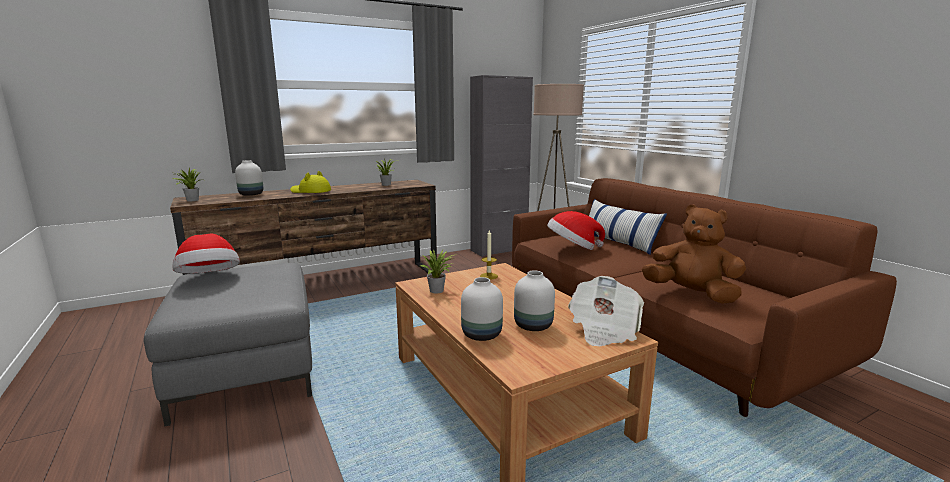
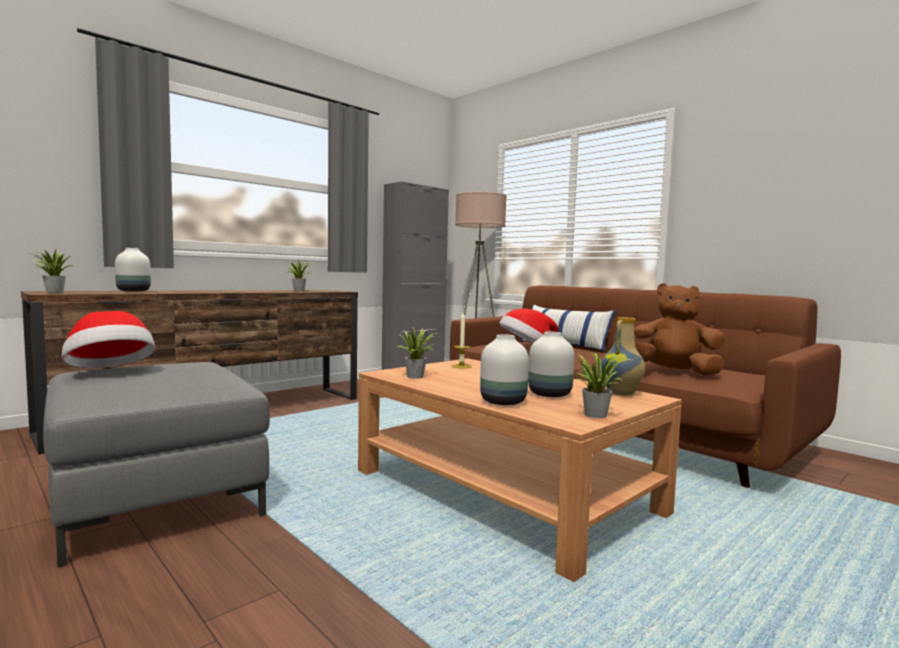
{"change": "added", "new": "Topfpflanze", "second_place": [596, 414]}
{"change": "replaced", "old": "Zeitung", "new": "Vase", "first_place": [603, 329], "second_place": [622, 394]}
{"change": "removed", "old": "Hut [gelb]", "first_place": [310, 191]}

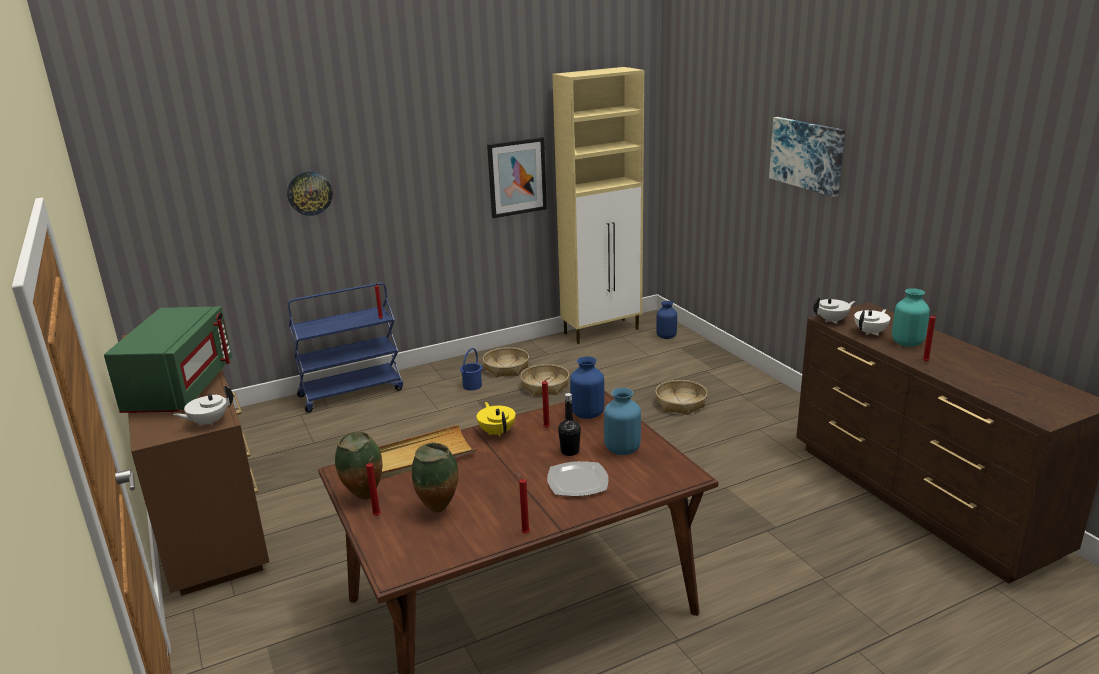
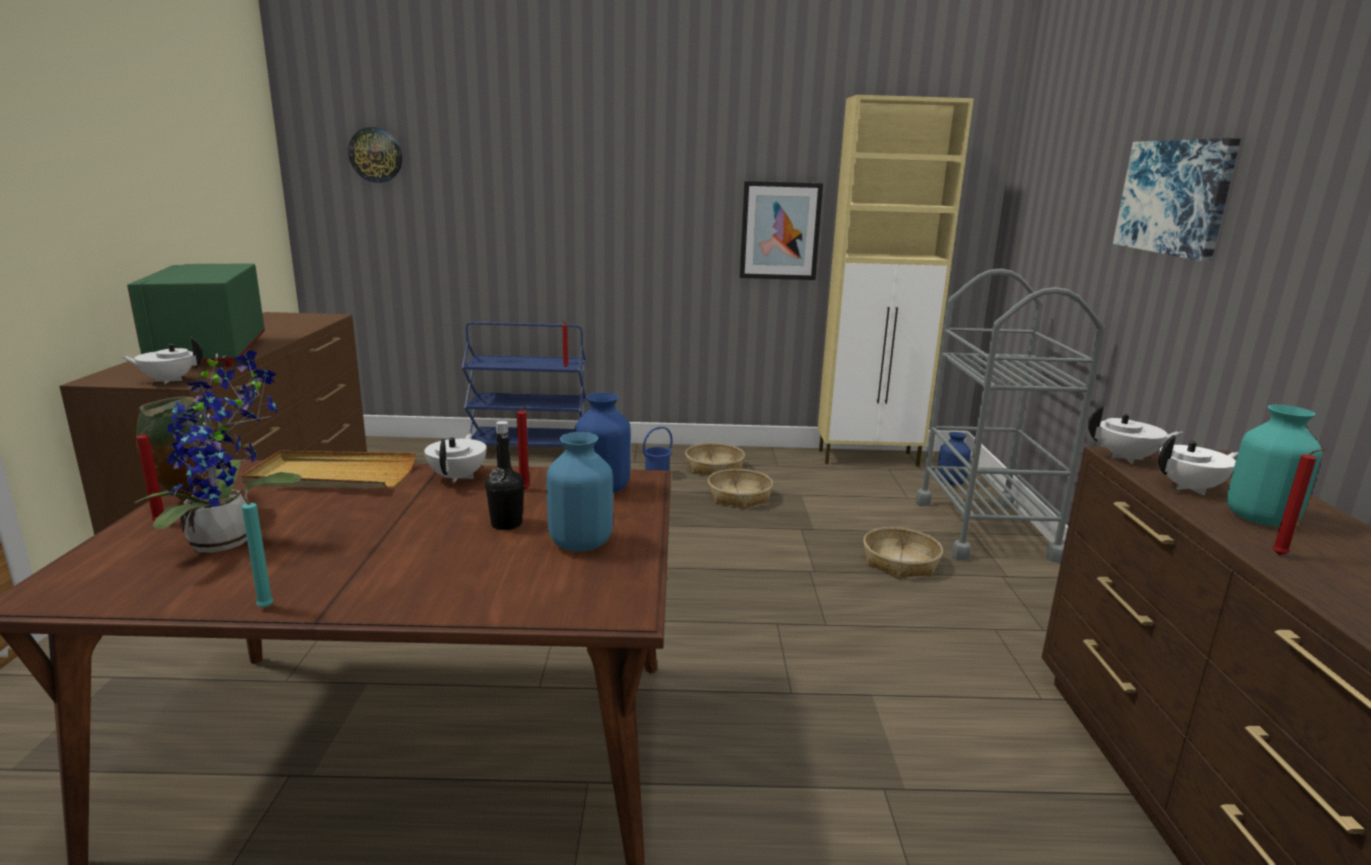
{"change": "turned", "old": "Mikrowelle [grün]", "first_place": [179, 389], "second_place": [211, 352], "degrees": 135}
{"change": "replaced", "old": "Vase", "new": "Topfpflanze", "first_place": [439, 510], "second_place": [230, 541]}
{"change": "recoloured", "old": "Kerze [rot]", "new": "Kerze [türkis]", "first_place": [524, 533], "second_place": [265, 606]}
{"change": "moved", "old": "Wanduhr", "first_place": [309, 193], "second_place": [376, 155]}
{"change": "recoloured", "old": "Teekanne [gelb]", "new": "Teekanne [weiß]", "first_place": [497, 432], "second_place": [458, 477]}
{"change": "added", "new": "Rollwagen [grau]", "second_place": [984, 529]}
{"change": "removed", "old": "Teller", "first_place": [578, 481]}

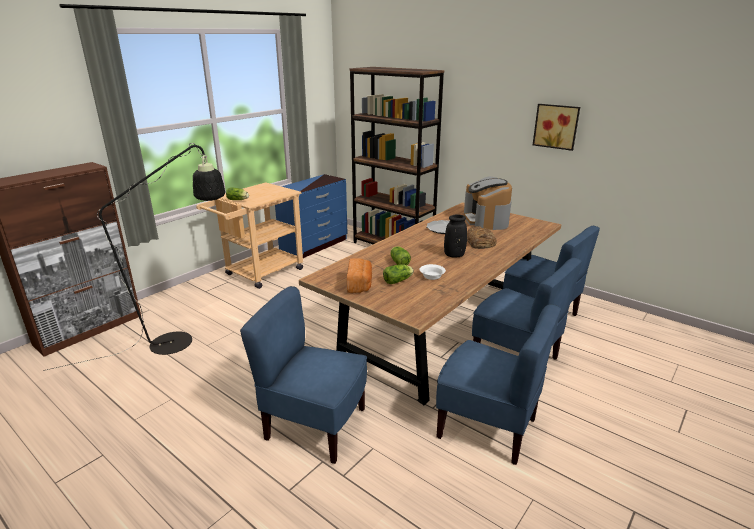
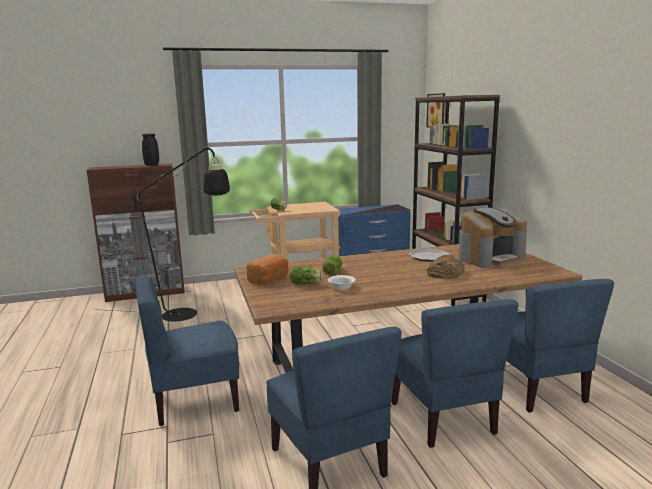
{"change": "turned", "old": "Stuhl [blau]", "first_place": [315, 426], "second_place": [194, 400], "degrees": -75}
{"change": "moved", "old": "Vase [schwarz]", "first_place": [454, 255], "second_place": [152, 165]}
{"change": "moved", "old": "Bild", "first_place": [556, 126], "second_place": [437, 110]}
{"change": "turned", "old": "Kaffeemaschine", "first_place": [486, 220], "second_place": [490, 257], "degrees": -150}

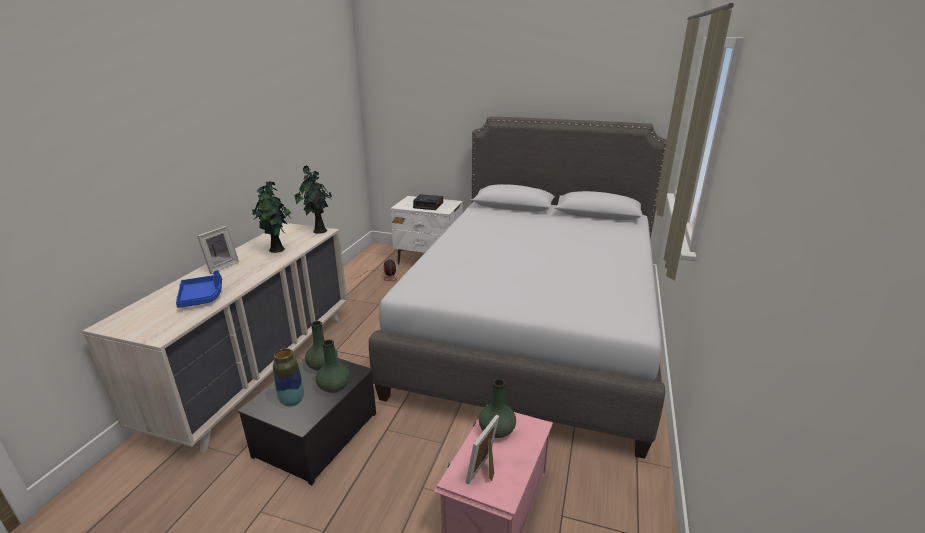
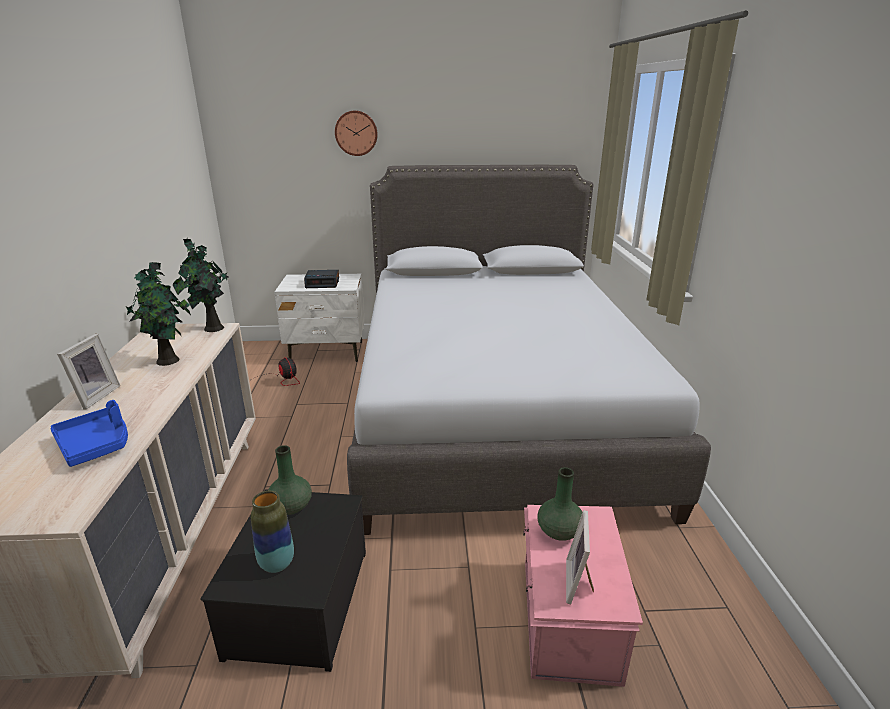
{"change": "added", "new": "Wanduhr", "second_place": [356, 133]}
{"change": "removed", "old": "Vase [grün]", "first_place": [334, 386]}

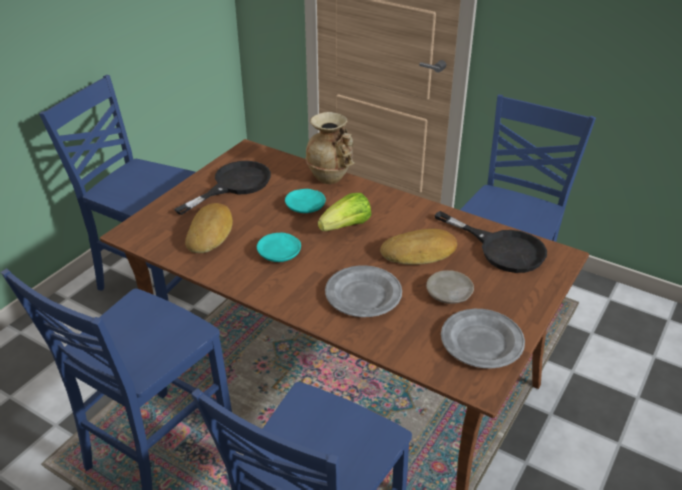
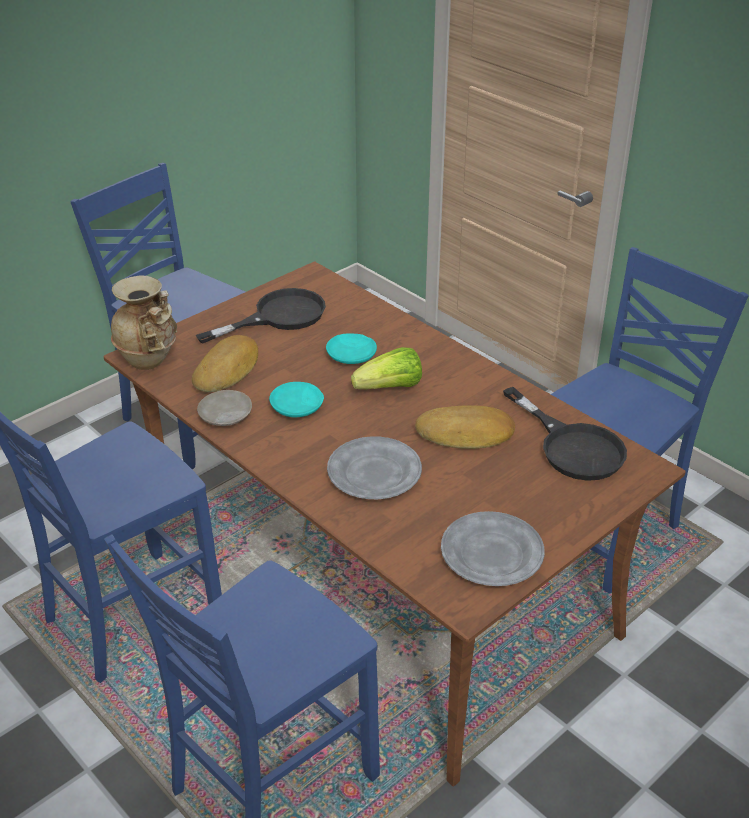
{"change": "moved", "old": "Vase [beige]", "first_place": [331, 177], "second_place": [150, 360]}
{"change": "moved", "old": "Teller [beige]", "first_place": [449, 293], "second_place": [225, 416]}

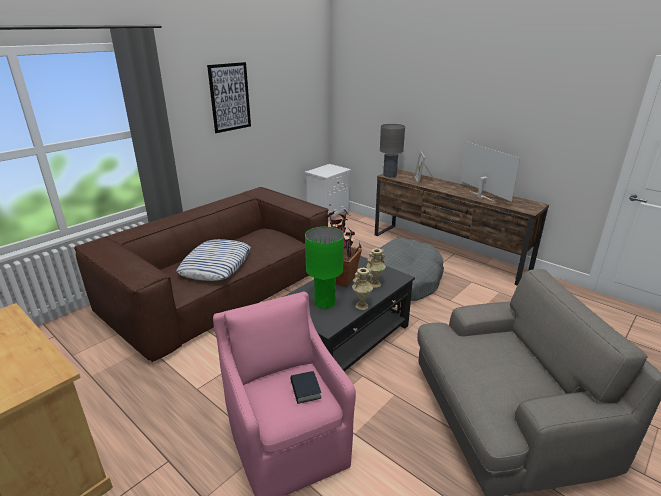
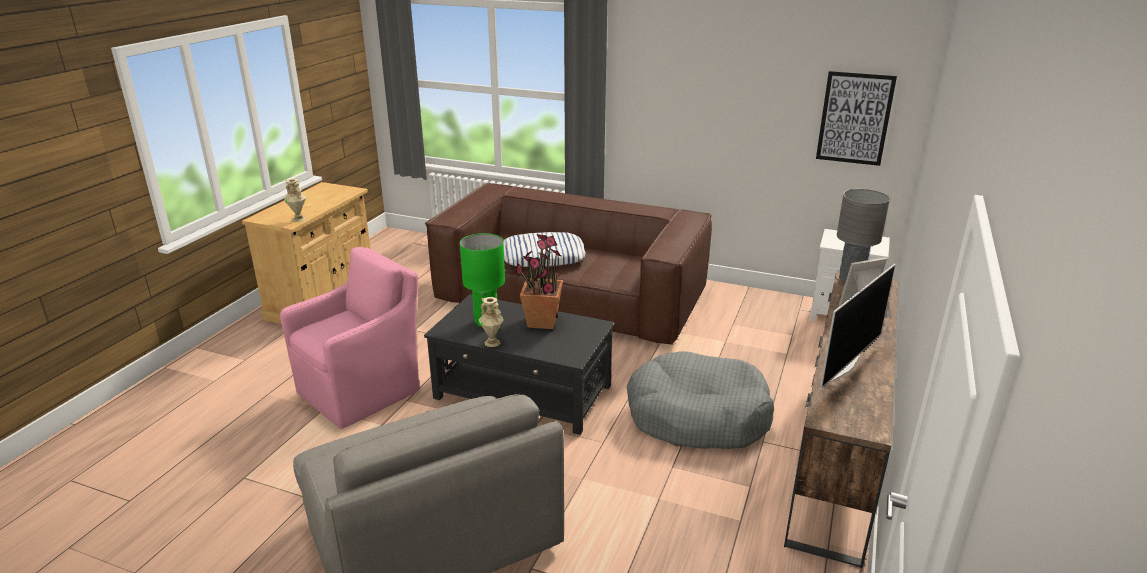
{"change": "moved", "old": "Vase [beige]", "first_place": [375, 284], "second_place": [299, 219]}
{"change": "moved", "old": "Bild", "first_place": [229, 97], "second_place": [854, 118]}
{"change": "removed", "old": "Buch", "first_place": [305, 390]}

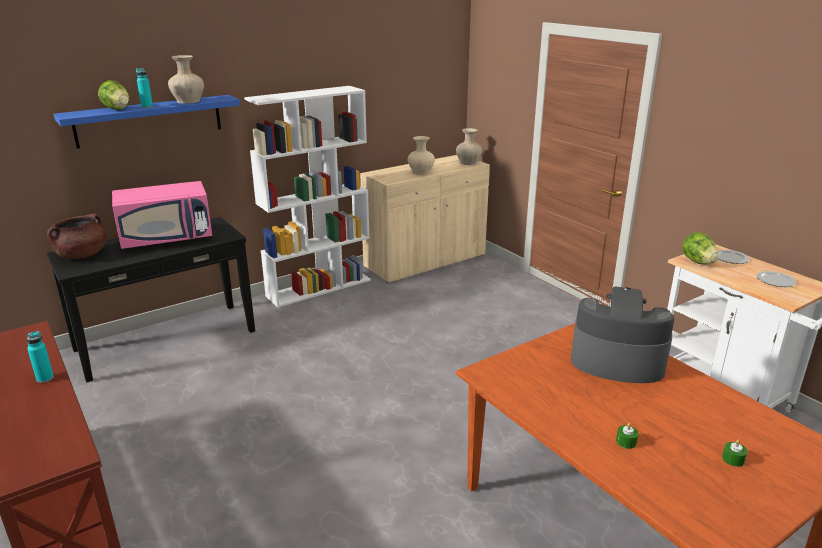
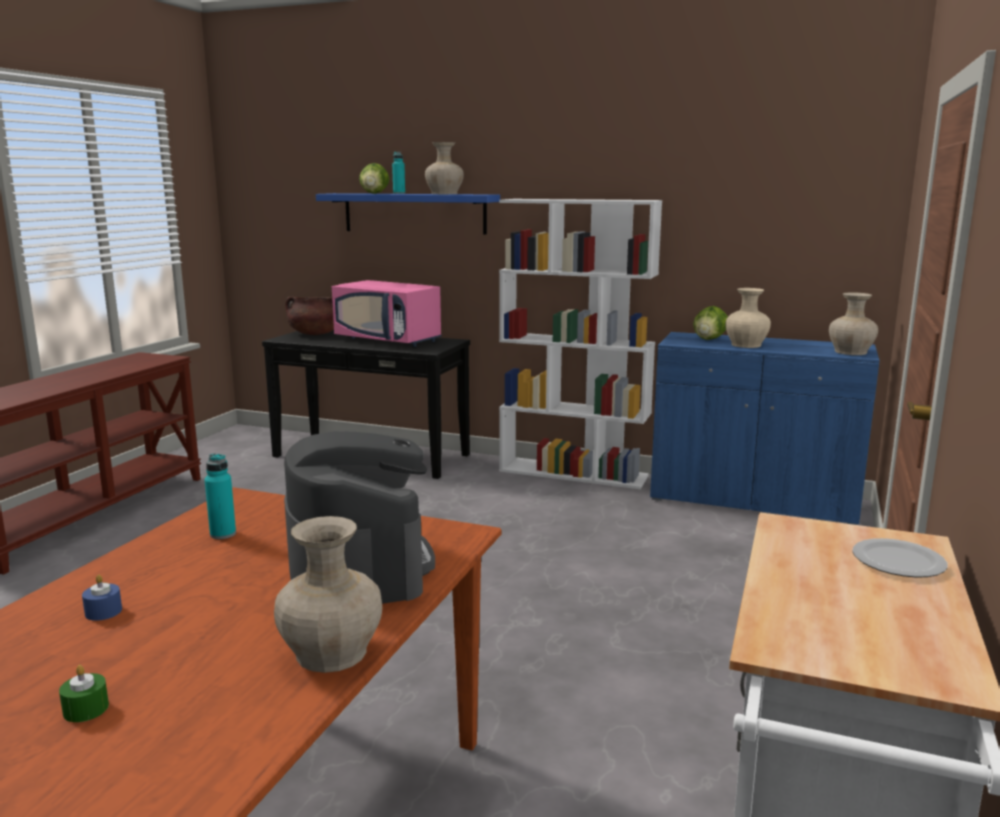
{"change": "recoloured", "old": "Kerze [grün]", "new": "Kerze [blau]", "first_place": [626, 442], "second_place": [103, 611]}
{"change": "moved", "old": "Flasche [türkis]", "first_place": [45, 378], "second_place": [223, 534]}
{"change": "added", "new": "Vase [beige]", "second_place": [330, 652]}
{"change": "recoloured", "old": "Schrank [beige]", "new": "Schrank [blau]", "first_place": [425, 261], "second_place": [753, 500]}
{"change": "moved", "old": "Salatkopf", "first_place": [698, 262], "second_place": [709, 339]}
{"change": "removed", "old": "Teller", "first_place": [775, 281]}

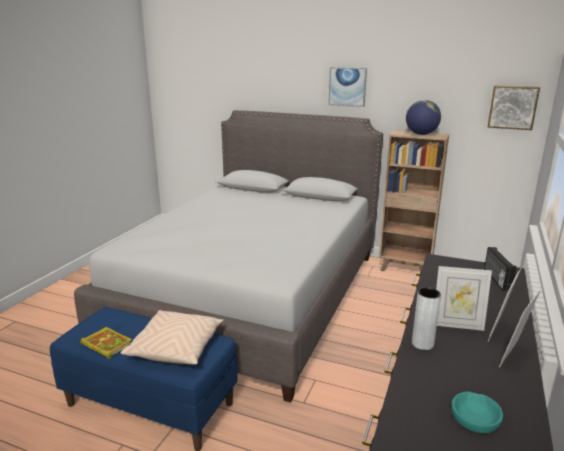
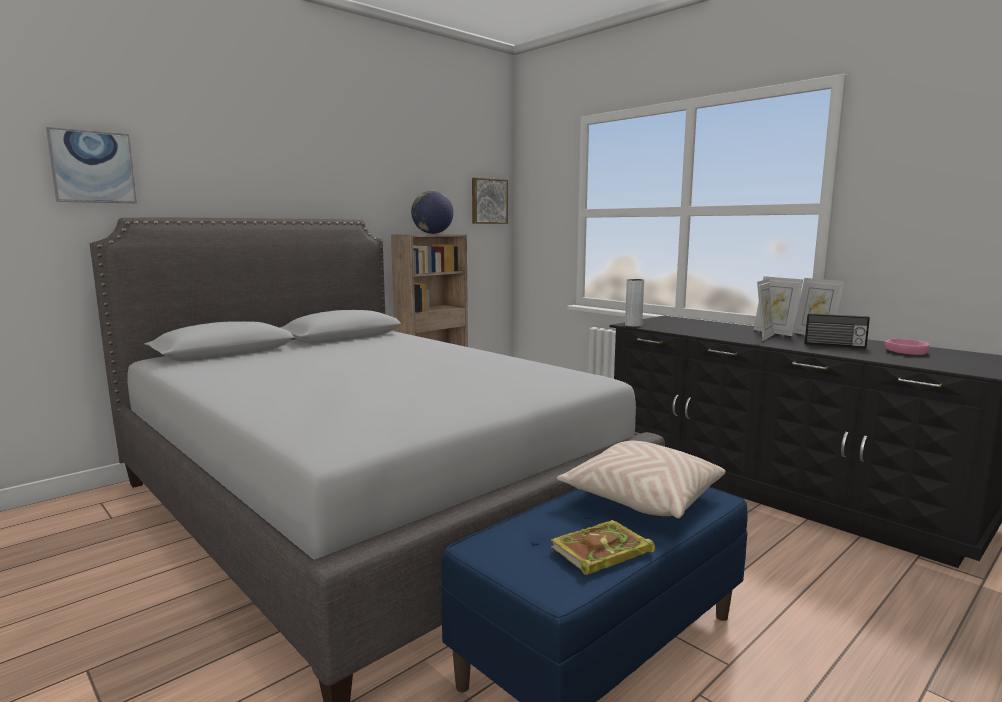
{"change": "moved", "old": "Bild", "first_place": [347, 86], "second_place": [92, 167]}
{"change": "moved", "old": "Vase [grau]", "first_place": [422, 344], "second_place": [633, 325]}
{"change": "moved", "old": "Radio", "first_place": [496, 279], "second_place": [834, 345]}
{"change": "recoloured", "old": "Schüssel [türkis]", "new": "Schüssel [rosa]", "first_place": [475, 417], "second_place": [905, 352]}

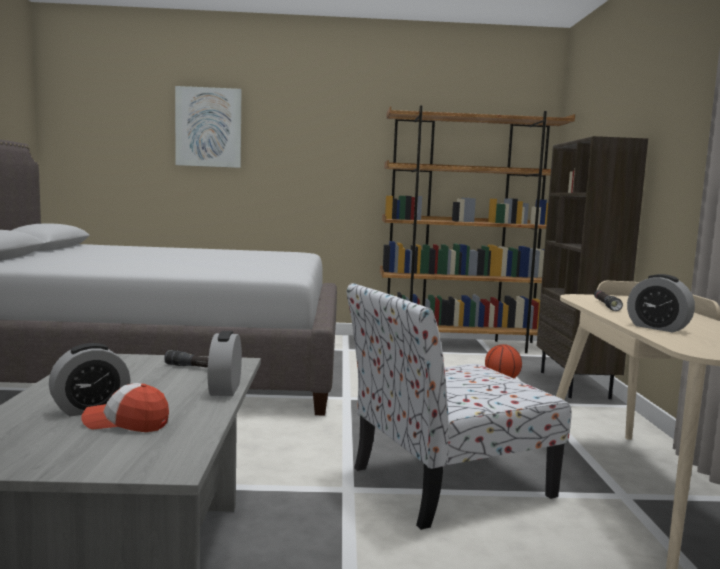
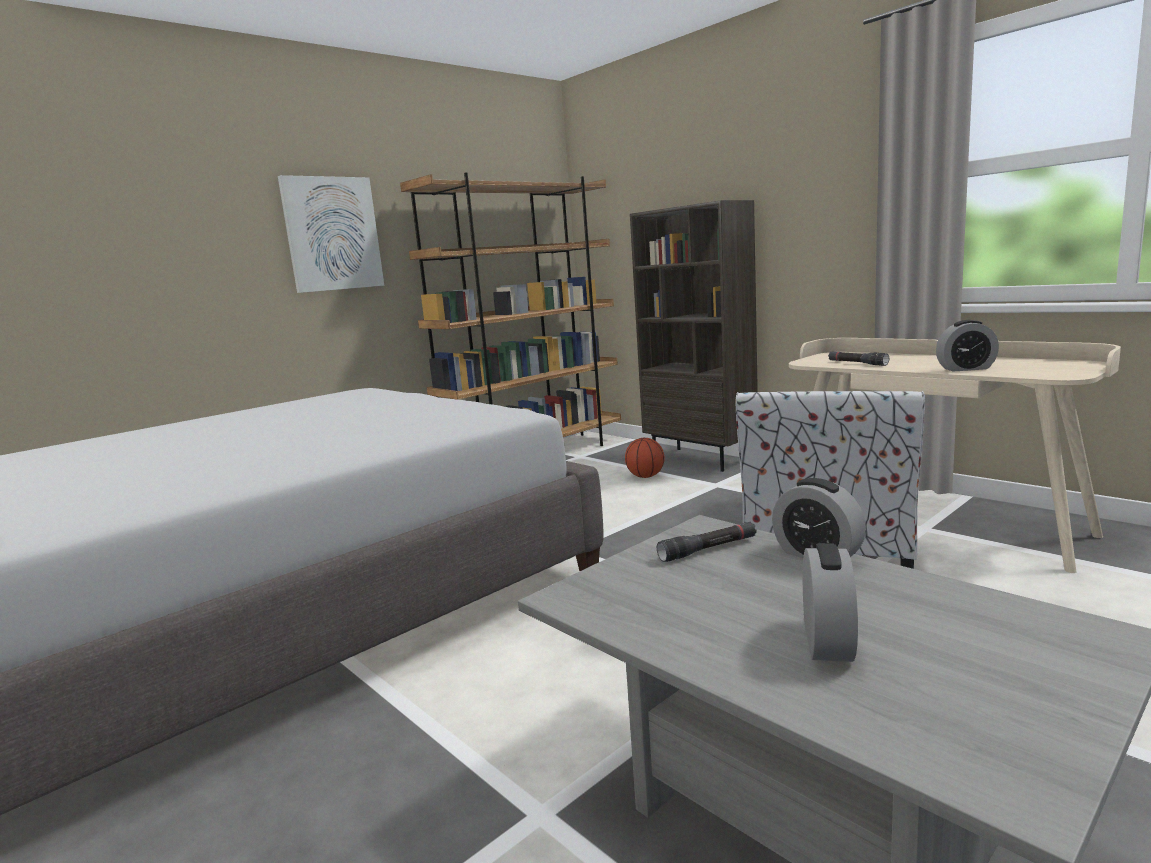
{"change": "moved", "old": "Bild", "first_place": [208, 127], "second_place": [332, 234]}
{"change": "removed", "old": "Kappe", "first_place": [126, 423]}

